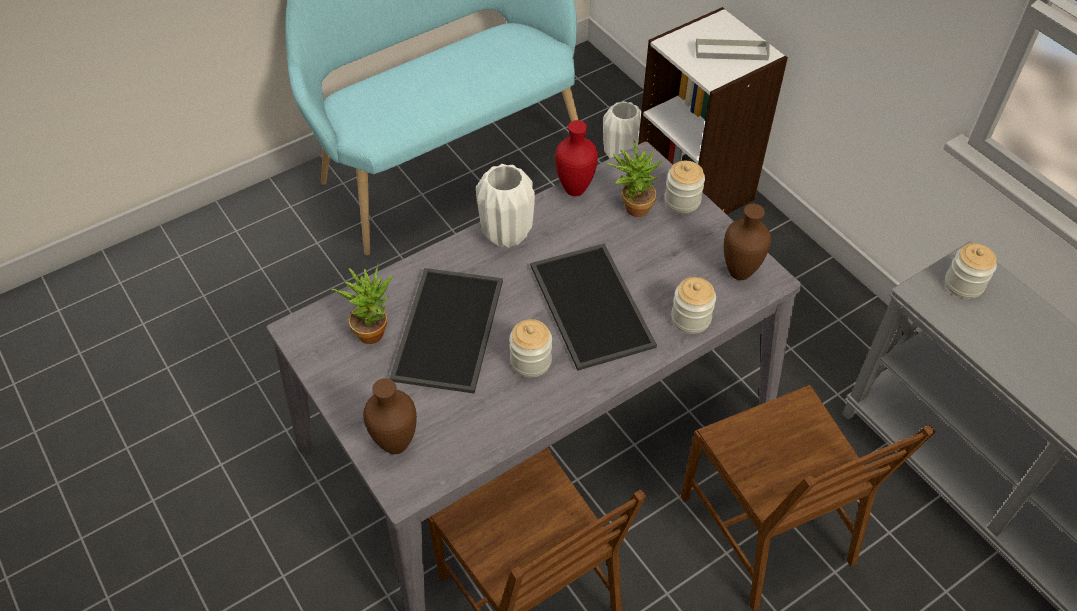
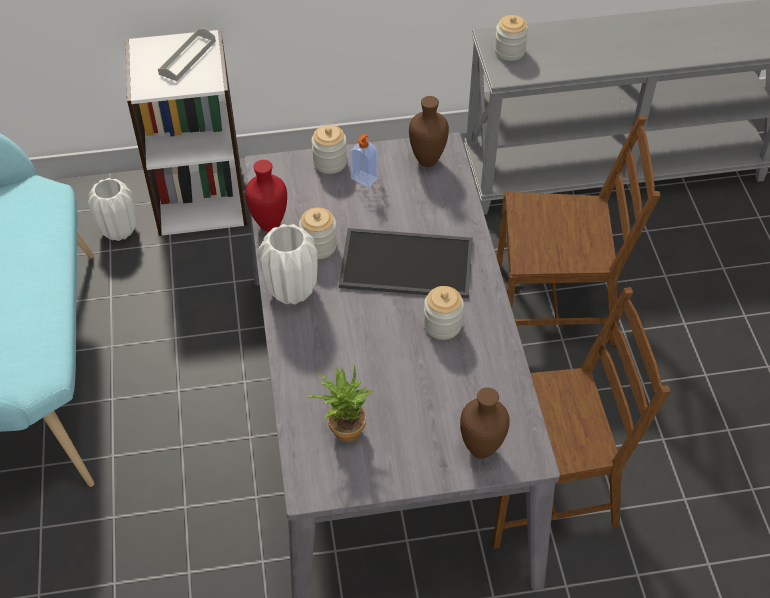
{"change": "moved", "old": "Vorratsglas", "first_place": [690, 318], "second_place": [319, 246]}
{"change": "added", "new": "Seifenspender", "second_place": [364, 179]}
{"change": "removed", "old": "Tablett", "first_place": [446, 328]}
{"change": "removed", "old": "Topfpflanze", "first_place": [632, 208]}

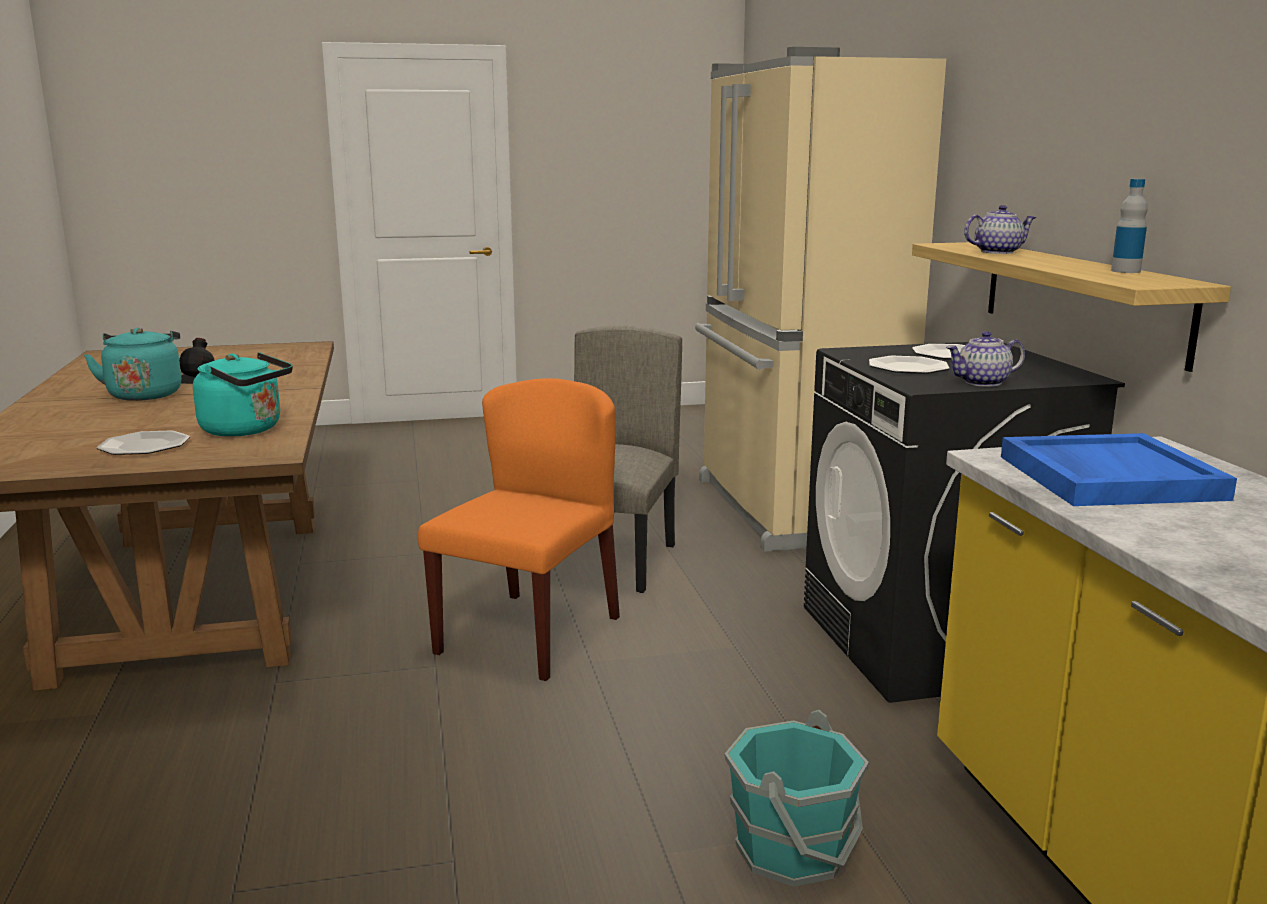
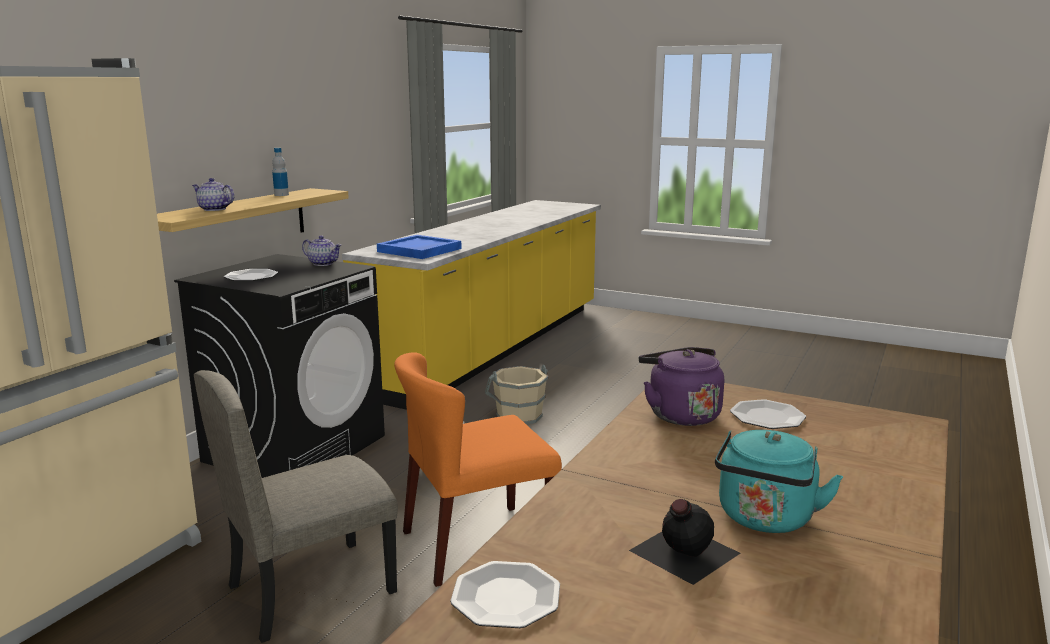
{"change": "moved", "old": "Teller", "first_place": [907, 368], "second_place": [506, 597]}
{"change": "recoloured", "old": "Eimer [türkis]", "new": "Eimer [beige]", "first_place": [794, 850], "second_place": [518, 416]}
{"change": "recoloured", "old": "Wasserkessel [türkis]", "new": "Wasserkessel [lila]", "first_place": [246, 430], "second_place": [680, 414]}

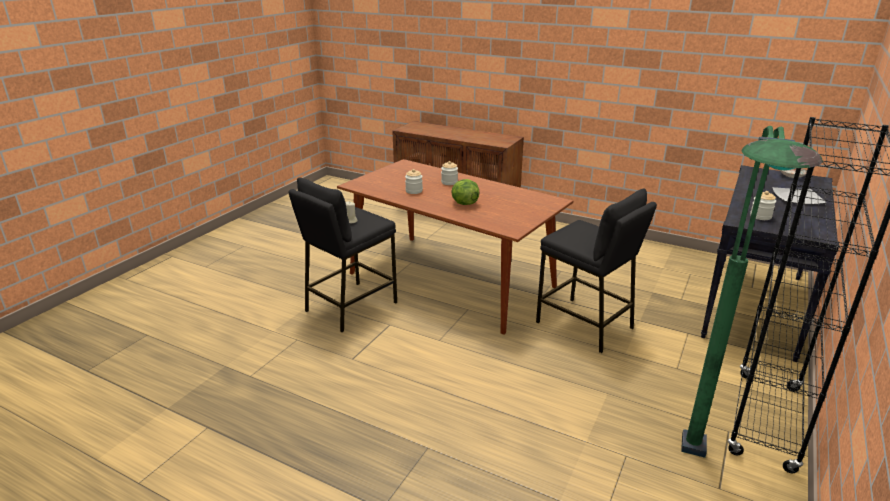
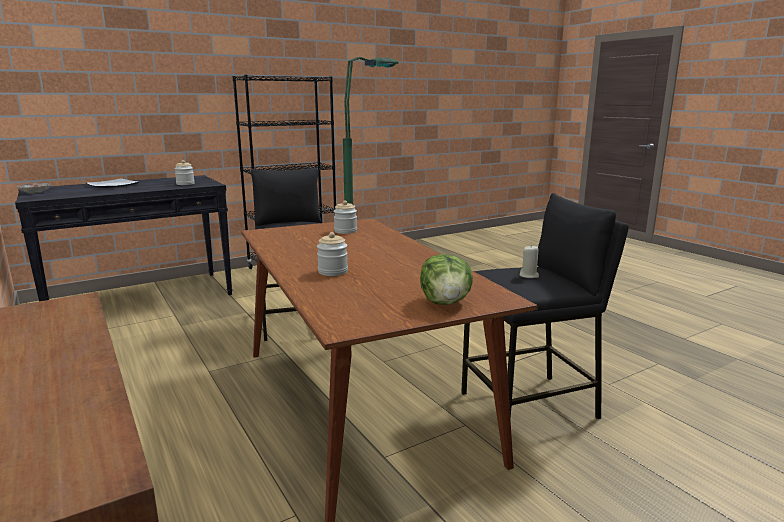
{"change": "moved", "old": "Vorratsglas", "first_place": [414, 191], "second_place": [345, 231]}
{"change": "moved", "old": "Salatkopf", "first_place": [464, 203], "second_place": [446, 303]}

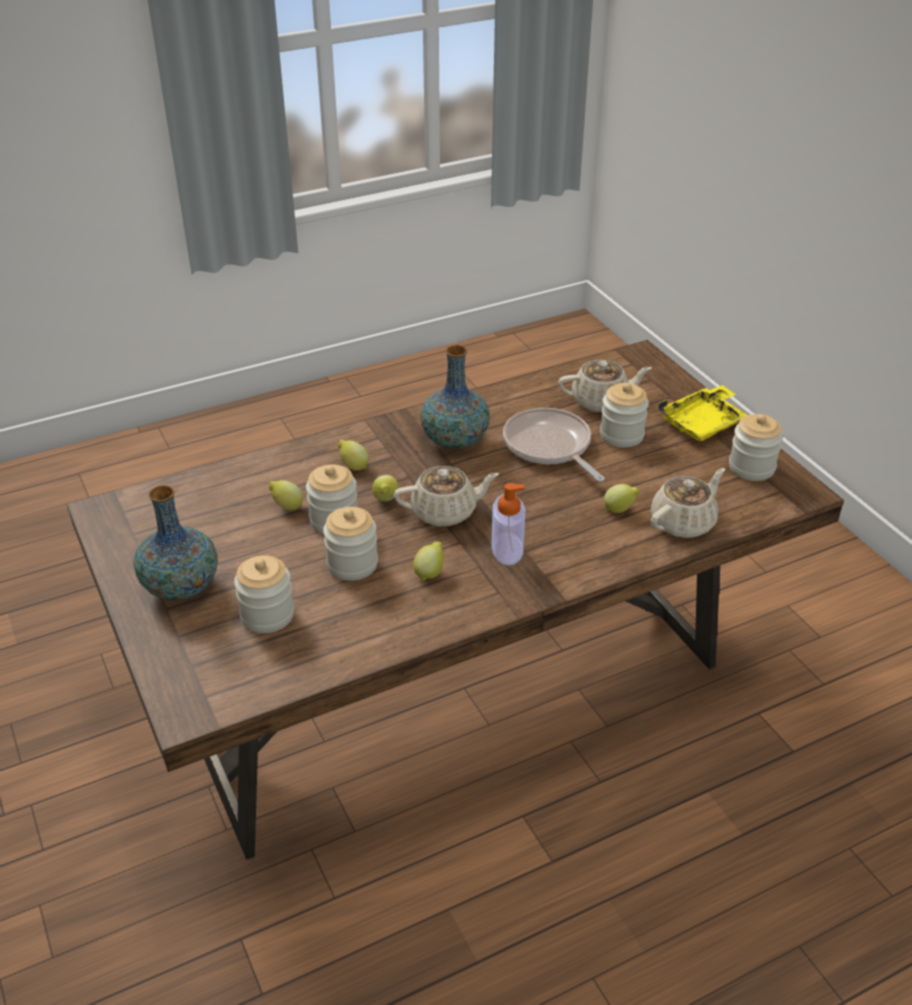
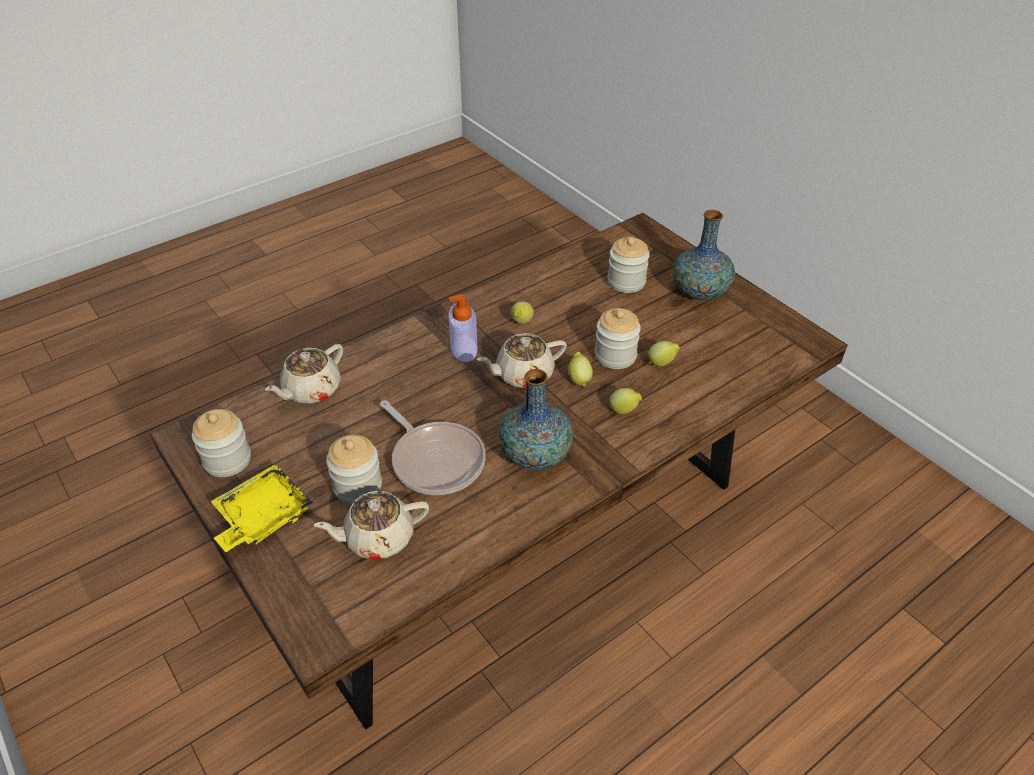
{"change": "removed", "old": "Vorratsglas", "first_place": [352, 564]}
{"change": "removed", "old": "Zitrone", "first_place": [620, 510]}

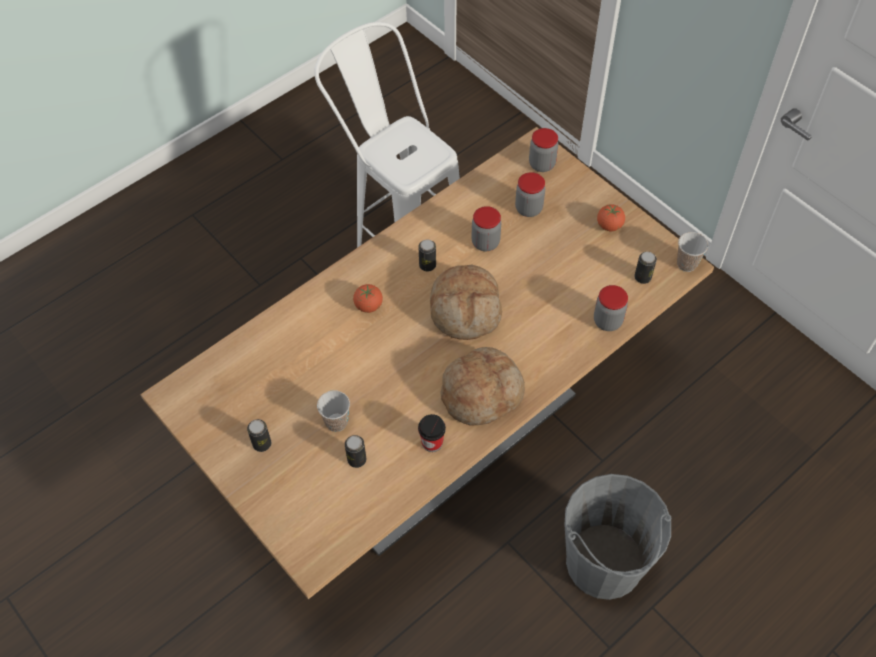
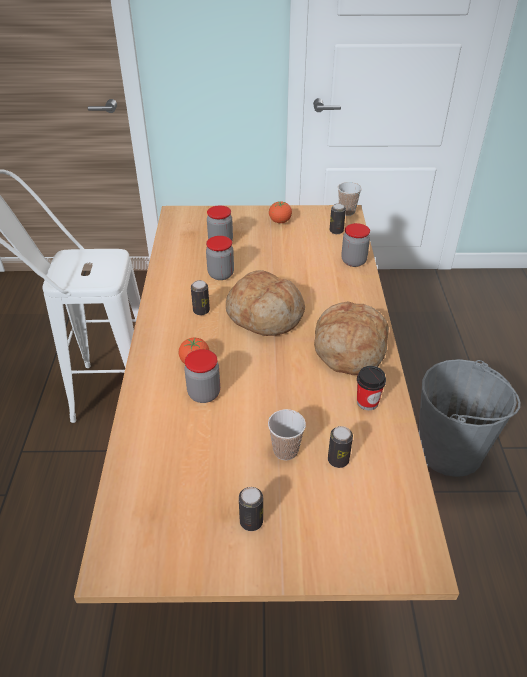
{"change": "moved", "old": "Vorratsglas", "first_place": [542, 164], "second_place": [204, 394]}

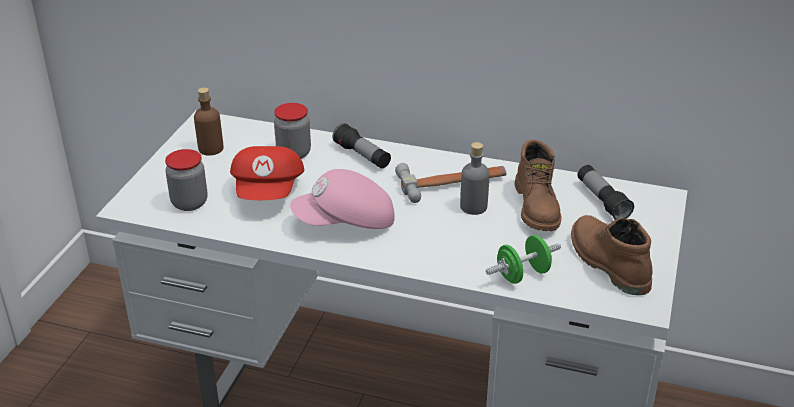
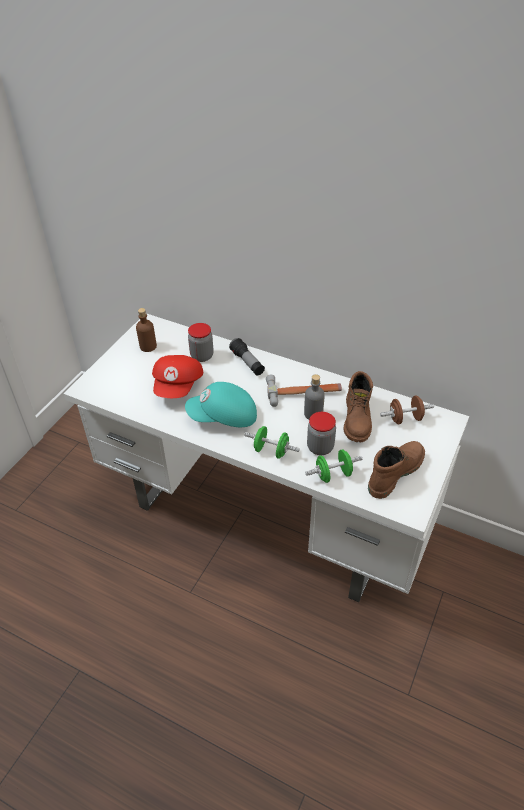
{"change": "recoloured", "old": "Kappe [rosa]", "new": "Kappe [türkis]", "first_place": [346, 223], "second_place": [223, 417]}
{"change": "added", "new": "Hantel [grün]", "second_place": [271, 451]}
{"change": "moved", "old": "Vorratsglas", "first_place": [189, 203], "second_place": [320, 447]}
{"change": "turned", "old": "Stiefel [braun]", "first_place": [607, 263], "second_place": [394, 472], "degrees": 60}
{"change": "replaced", "old": "Taschenlampe", "new": "Hantel [braun]", "first_place": [602, 200], "second_place": [405, 418]}

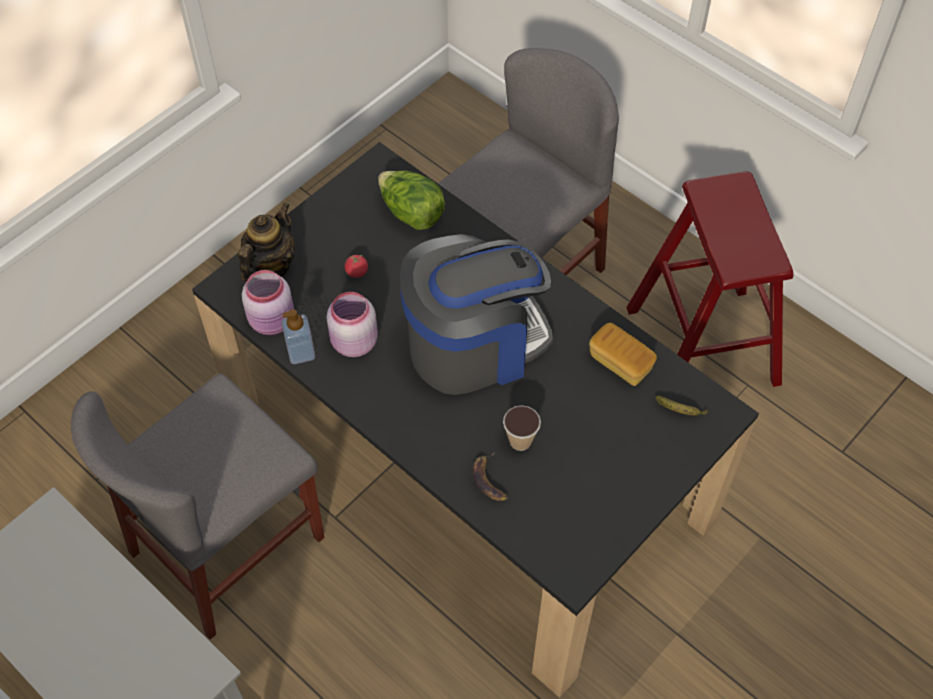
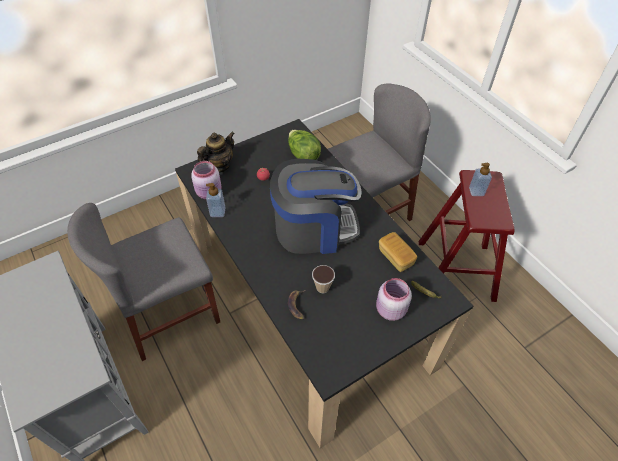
{"change": "moved", "old": "Vorratsglas [rosa]", "first_place": [353, 342], "second_place": [389, 309]}
{"change": "added", "new": "Seifenspender", "second_place": [476, 191]}

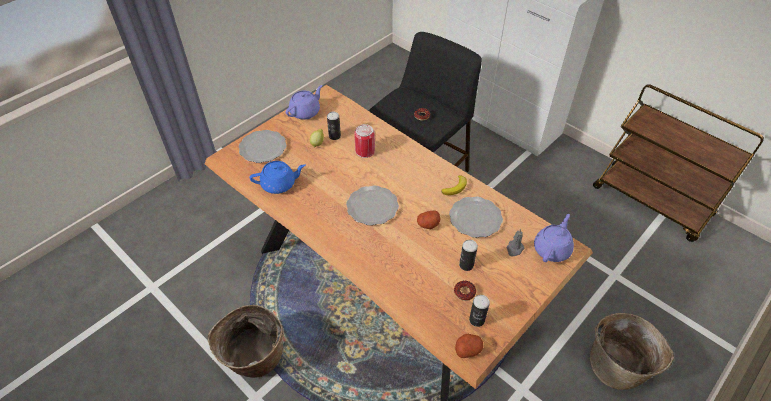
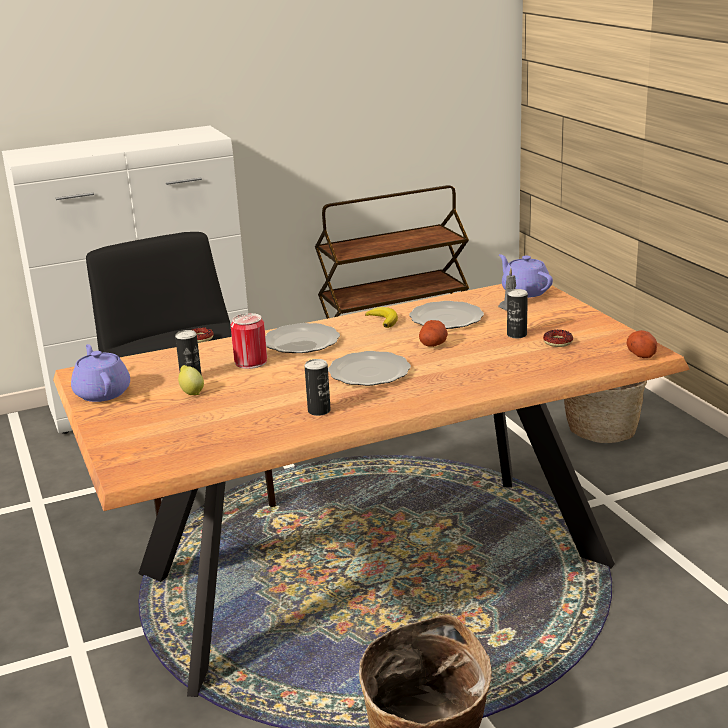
{"change": "moved", "old": "Teller", "first_place": [262, 148], "second_place": [302, 342]}
{"change": "moved", "old": "Dose", "first_place": [477, 320], "second_place": [319, 411]}
{"change": "removed", "old": "Teekanne [blau]", "first_place": [279, 184]}

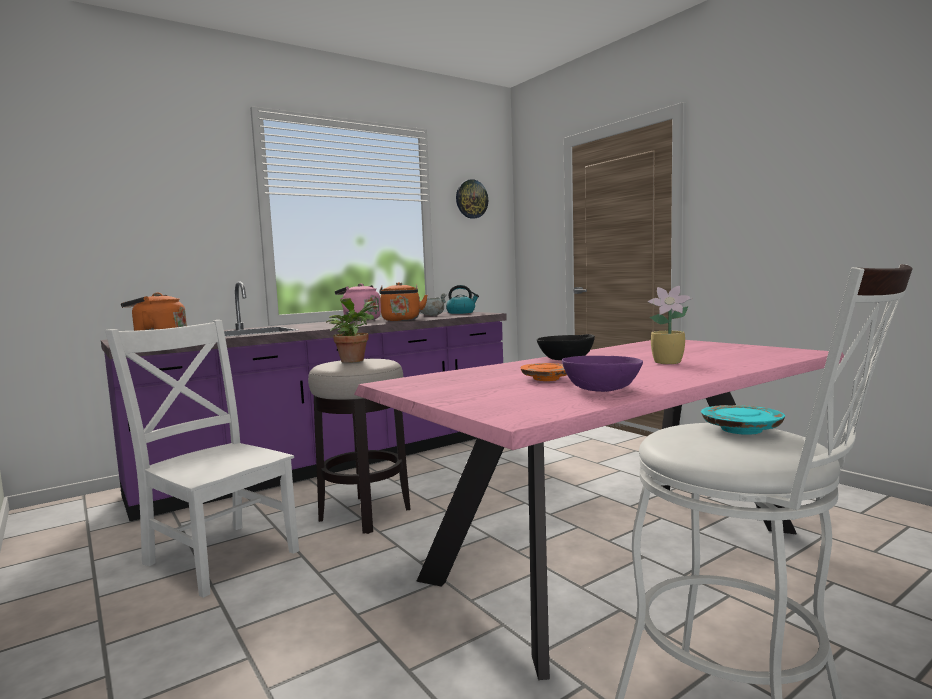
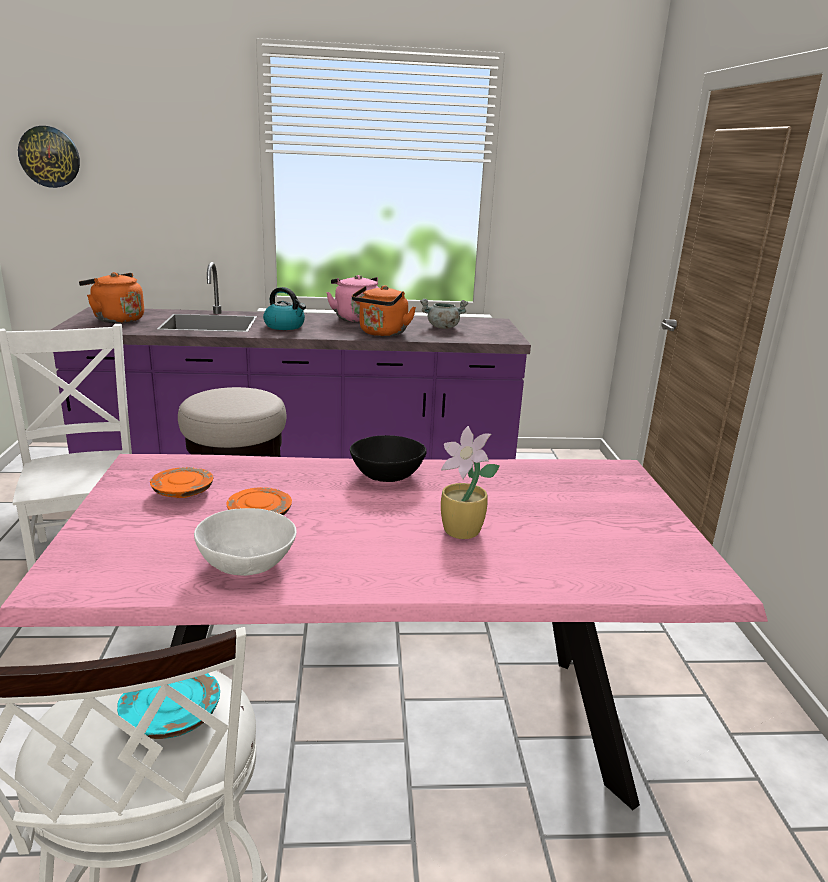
{"change": "moved", "old": "Wanduhr", "first_place": [471, 199], "second_place": [50, 157]}
{"change": "added", "new": "Teller [orange]", "second_place": [182, 492]}
{"change": "recoloured", "old": "Schüssel [lila]", "new": "Schüssel [weiß]", "first_place": [601, 389], "second_place": [247, 563]}
{"change": "moved", "old": "Wasserkessel", "first_place": [461, 312], "second_place": [285, 326]}
{"change": "removed", "old": "Topfpflanze", "first_place": [353, 360]}

